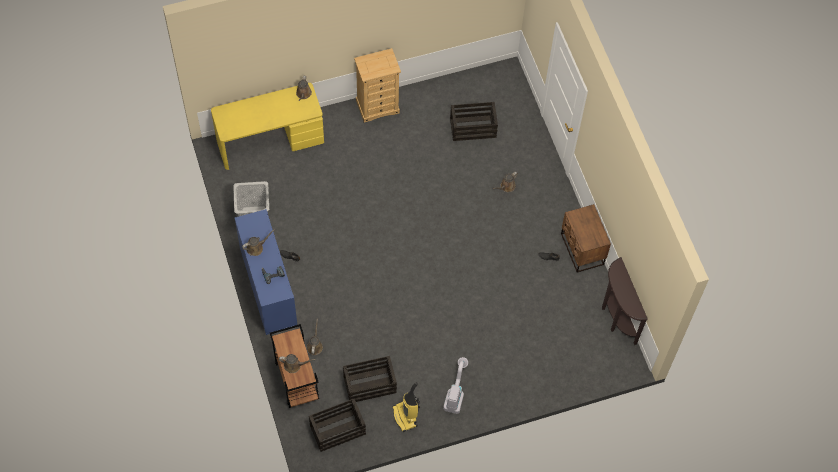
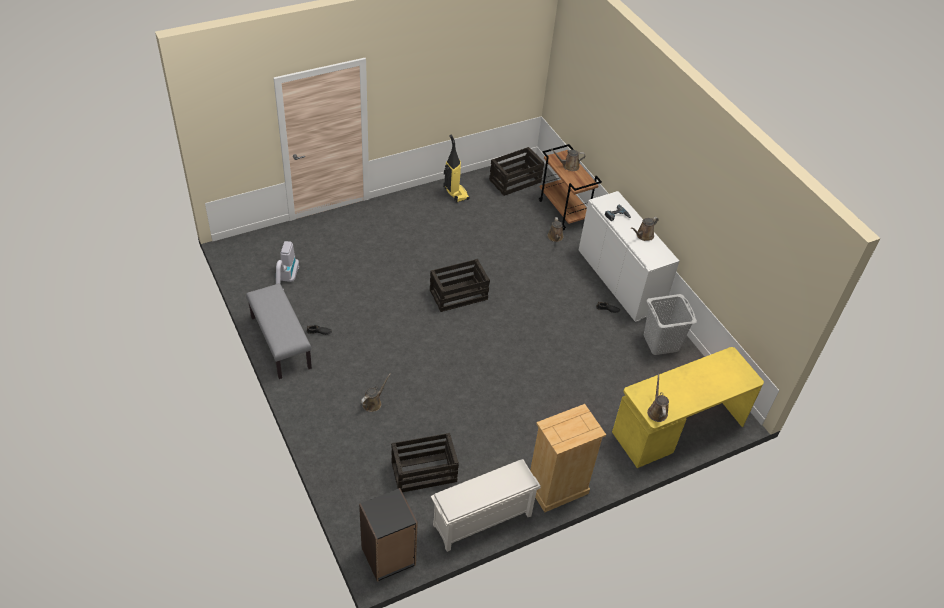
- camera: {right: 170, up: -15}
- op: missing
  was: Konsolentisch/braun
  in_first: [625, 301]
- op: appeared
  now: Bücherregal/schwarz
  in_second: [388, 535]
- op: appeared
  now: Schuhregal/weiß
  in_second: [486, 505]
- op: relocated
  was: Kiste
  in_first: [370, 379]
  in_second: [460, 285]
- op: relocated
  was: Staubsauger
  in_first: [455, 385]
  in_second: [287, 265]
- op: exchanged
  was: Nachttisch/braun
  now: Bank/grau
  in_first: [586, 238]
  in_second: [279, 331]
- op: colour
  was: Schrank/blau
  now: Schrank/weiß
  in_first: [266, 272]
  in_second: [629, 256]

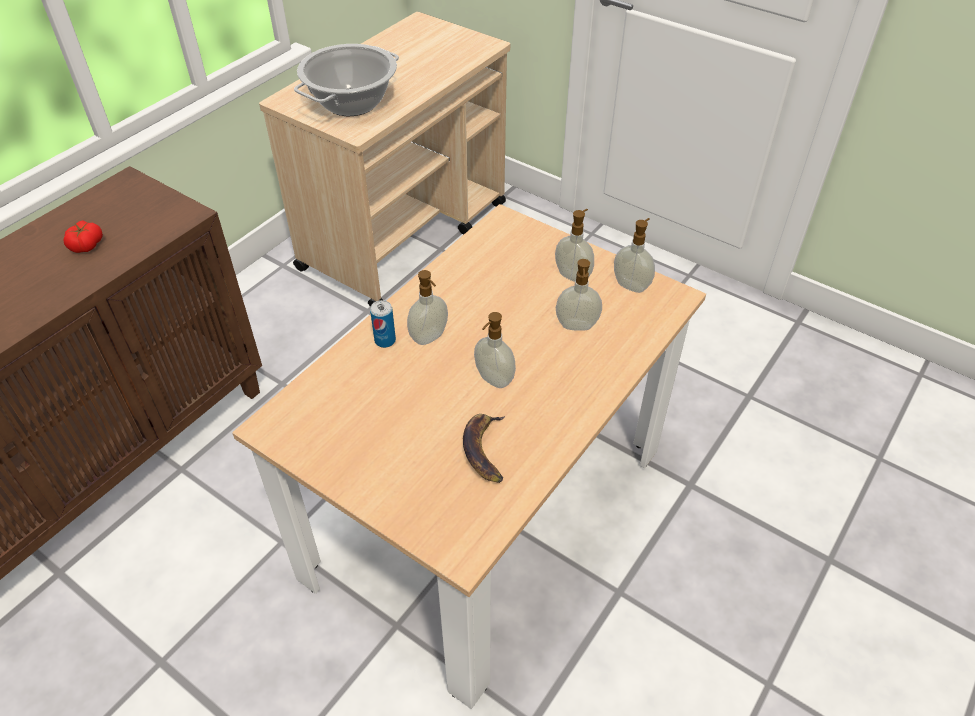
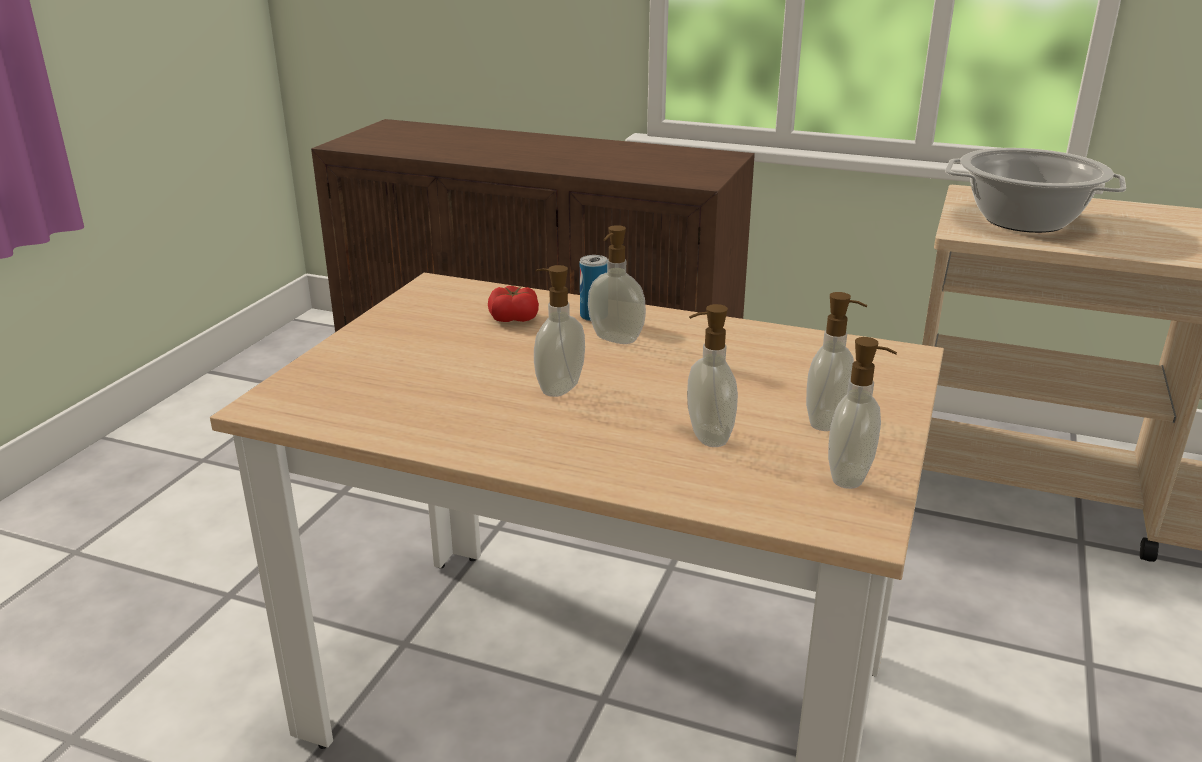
- camera: {right: 75, up: -20}
- op: missing
  was: Banane
  in_first: [484, 448]
- op: relocated
  was: Tomate
  in_first: [83, 236]
  in_second: [513, 304]

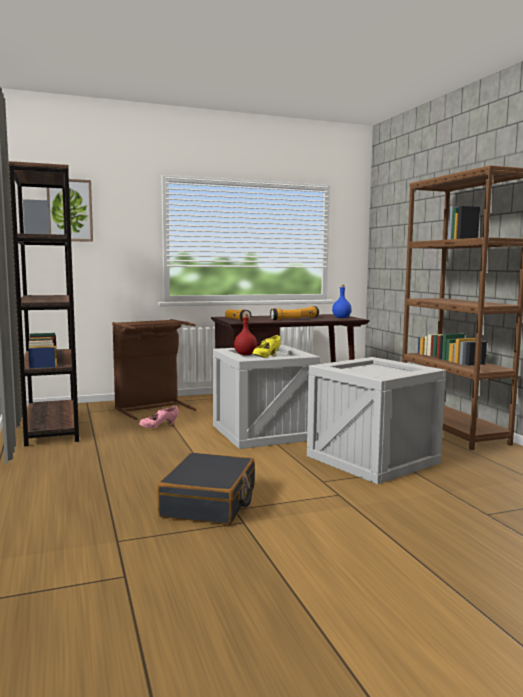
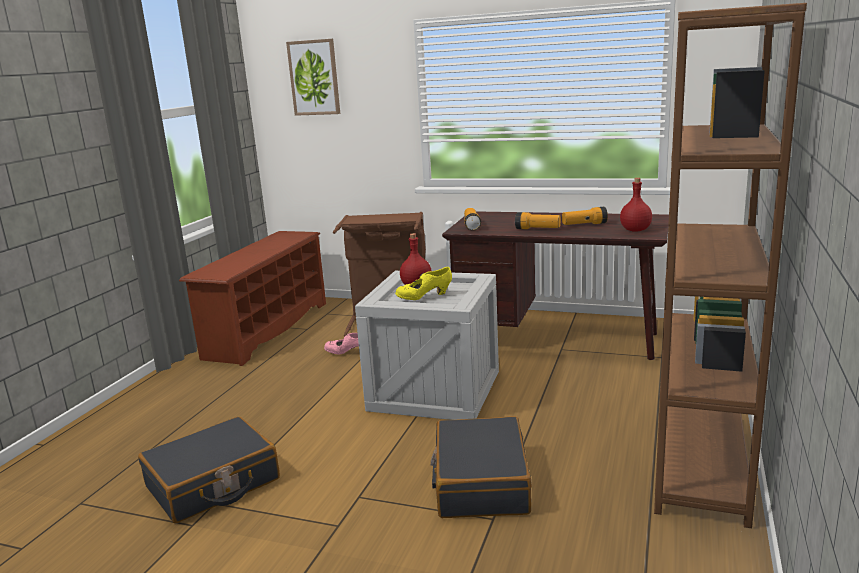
- camera: {right: 40, up: 10}
- op: exchanged
  was: Bücherregal/braun
  now: Schuhregal/braun
  in_first: [43, 303]
  in_second: [252, 298]
- op: exchanged
  was: Kiste
  now: Koffer/schwarz
  in_first: [376, 420]
  in_second: [481, 467]
- op: colour
  was: Flasche/blau
  now: Flasche/rot
  in_first: [342, 301]
  in_second: [636, 204]

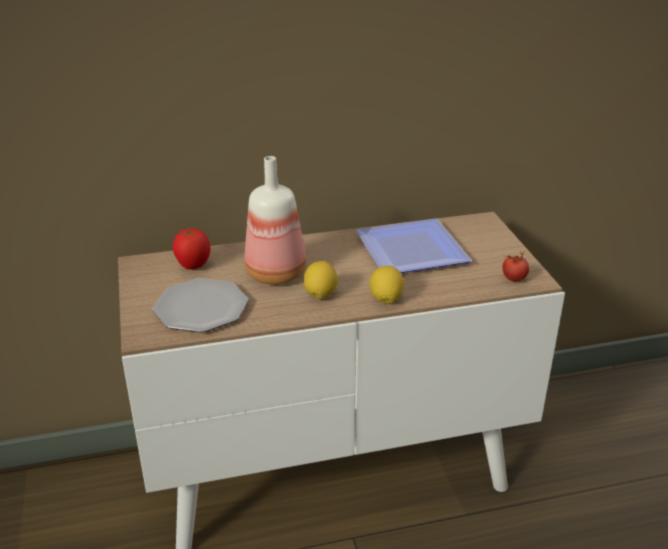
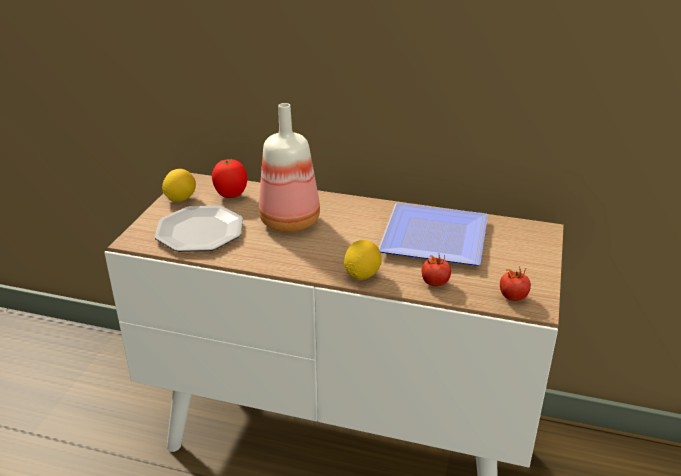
- camera: {right: 30, up: 0}
- op: appeared
  now: Tomate
  in_second: [436, 271]
- op: relocated
  was: Zitrone
  in_first: [321, 280]
  in_second: [179, 185]

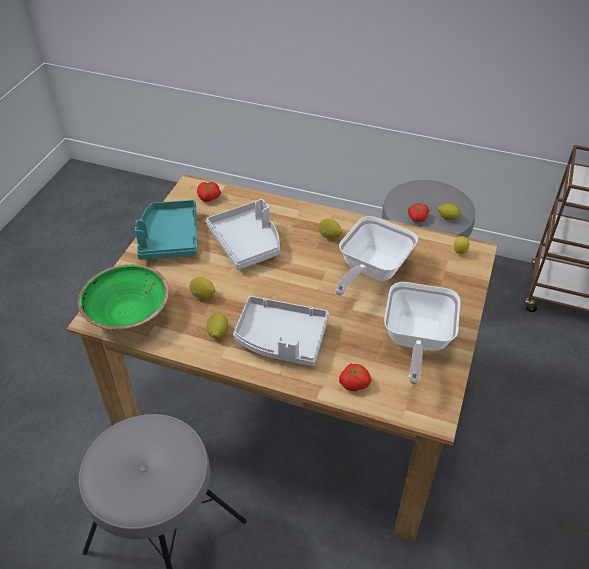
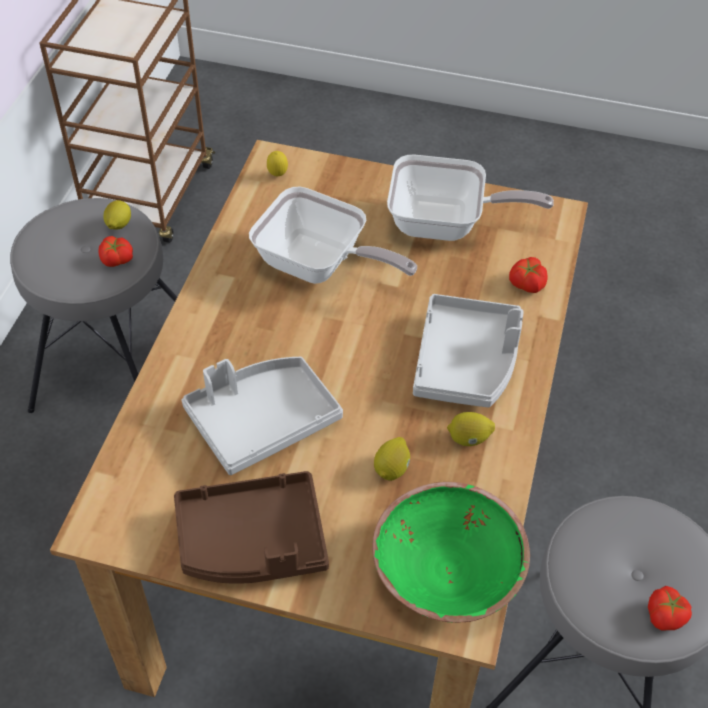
- camera: {right: -95, up: 5}
- op: missing
  was: Zitrone
  in_first: [330, 228]
- op: relocated
  was: Tomate
  in_first: [209, 192]
  in_second: [670, 608]
- op: colour
  was: Tablett/türkis
  now: Tablett/braun
  in_first: [166, 230]
  in_second: [251, 527]

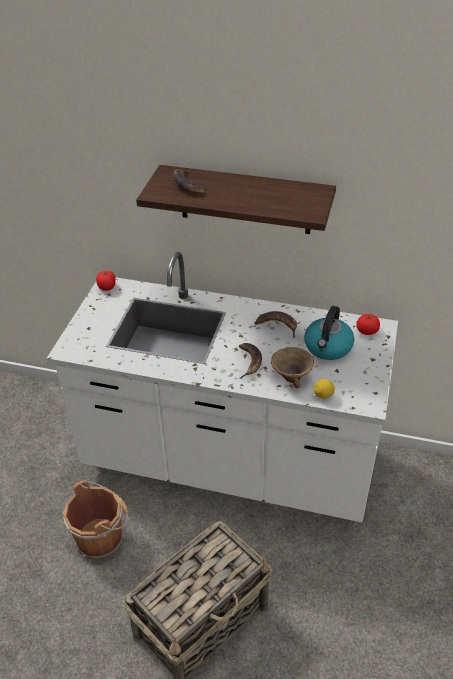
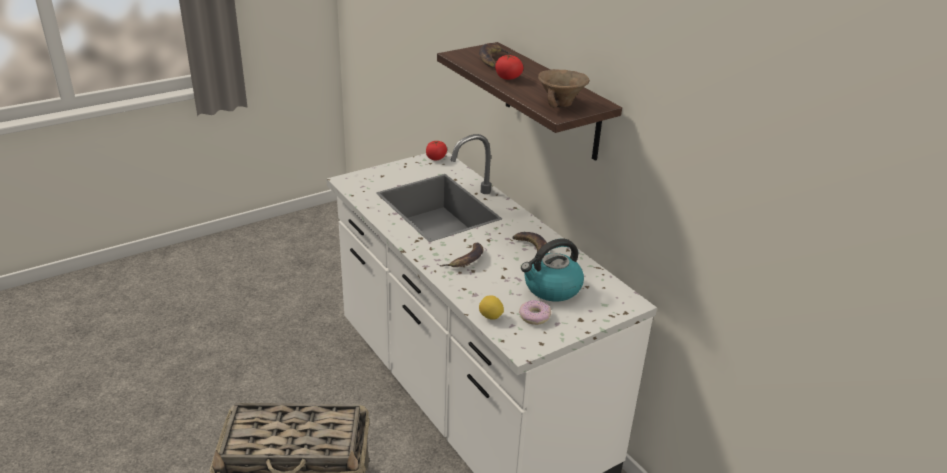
- camera: {right: 40, up: -10}
- op: missing
  was: Eimer/braun
  in_first: [95, 519]
- op: appeared
  now: Donut
  in_second: [535, 312]
- op: relocated
  was: Schüssel/braun
  in_first: [292, 367]
  in_second: [564, 88]
- op: relocated
  was: Tomate
  in_first: [368, 324]
  in_second: [509, 67]

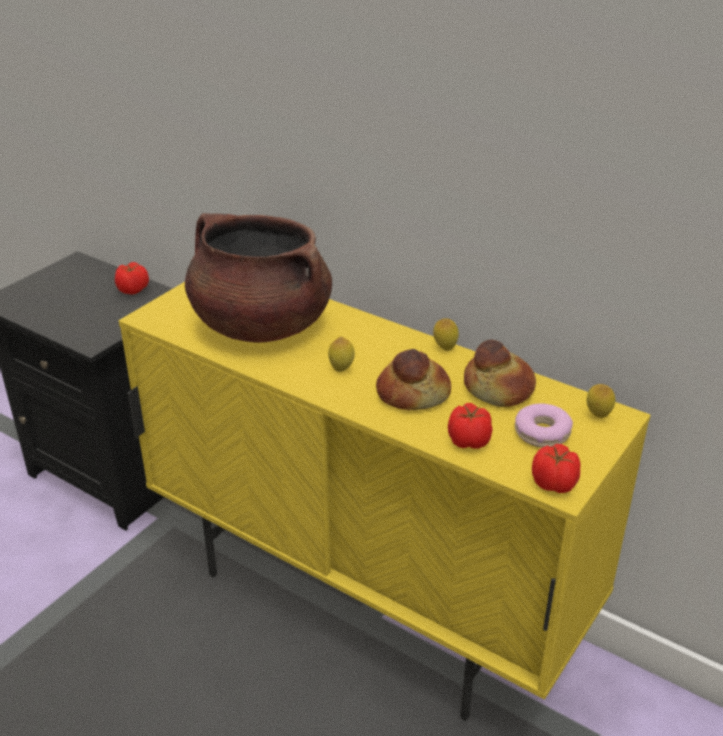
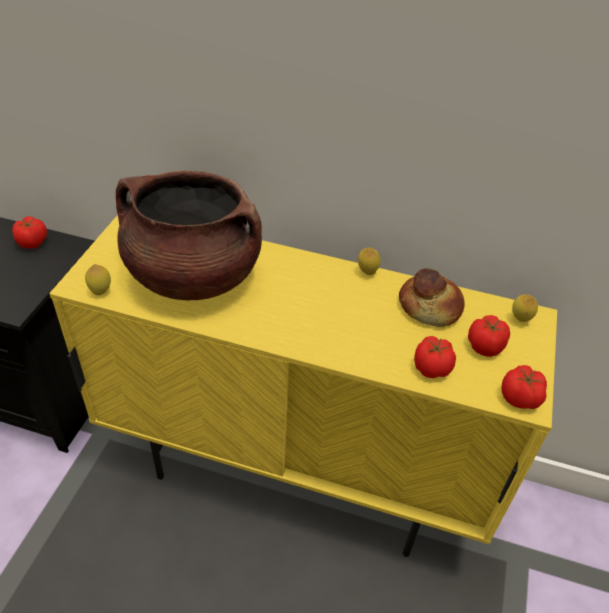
- camera: {right: -20, up: 10}
- op: missing
  was: Brot
  in_first: [413, 379]
- op: relocated
  was: Zitrone
  in_first: [341, 354]
  in_second: [98, 279]
- op: exchanged
  was: Donut
  now: Tomate
  in_first: [544, 425]
  in_second: [489, 336]

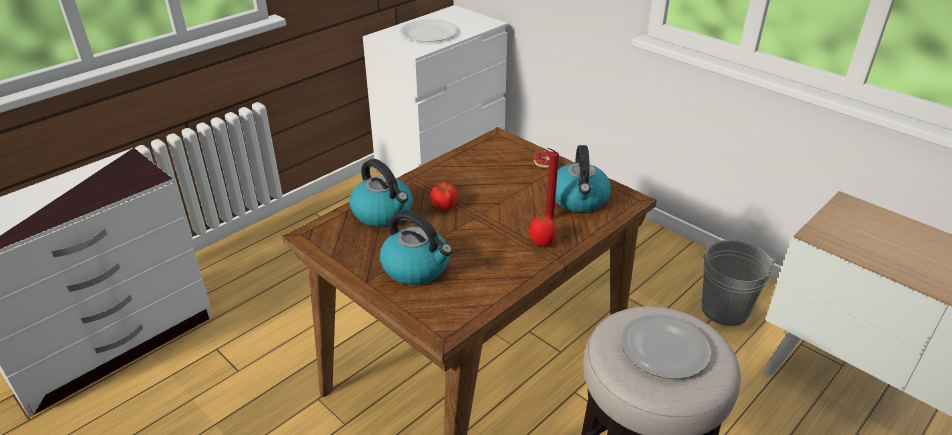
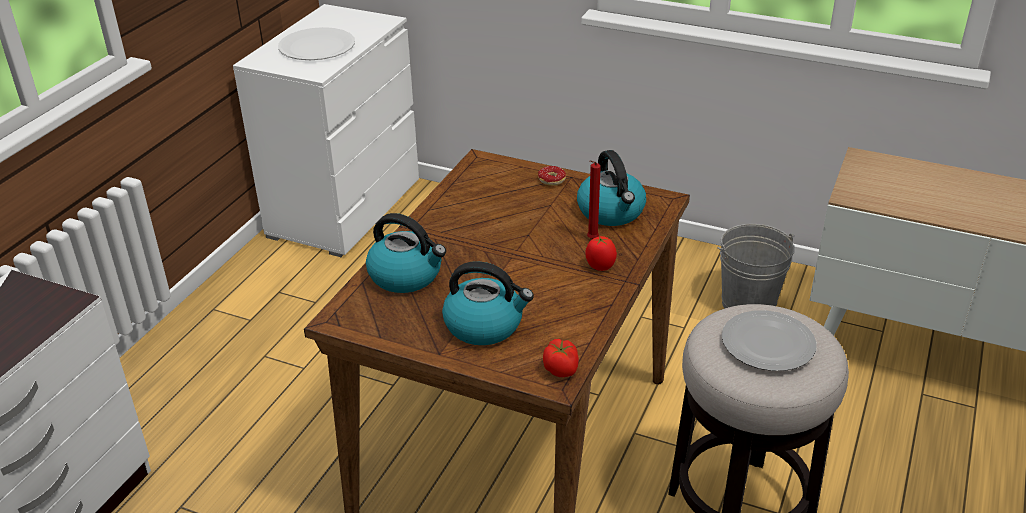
- camera: {right: -20, up: 0}
- op: relocated
  was: Tomate
  in_first: [444, 196]
  in_second: [561, 358]

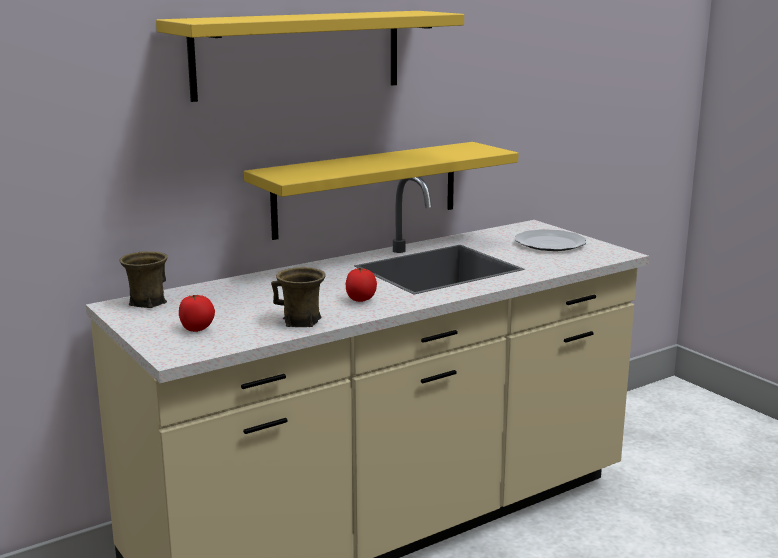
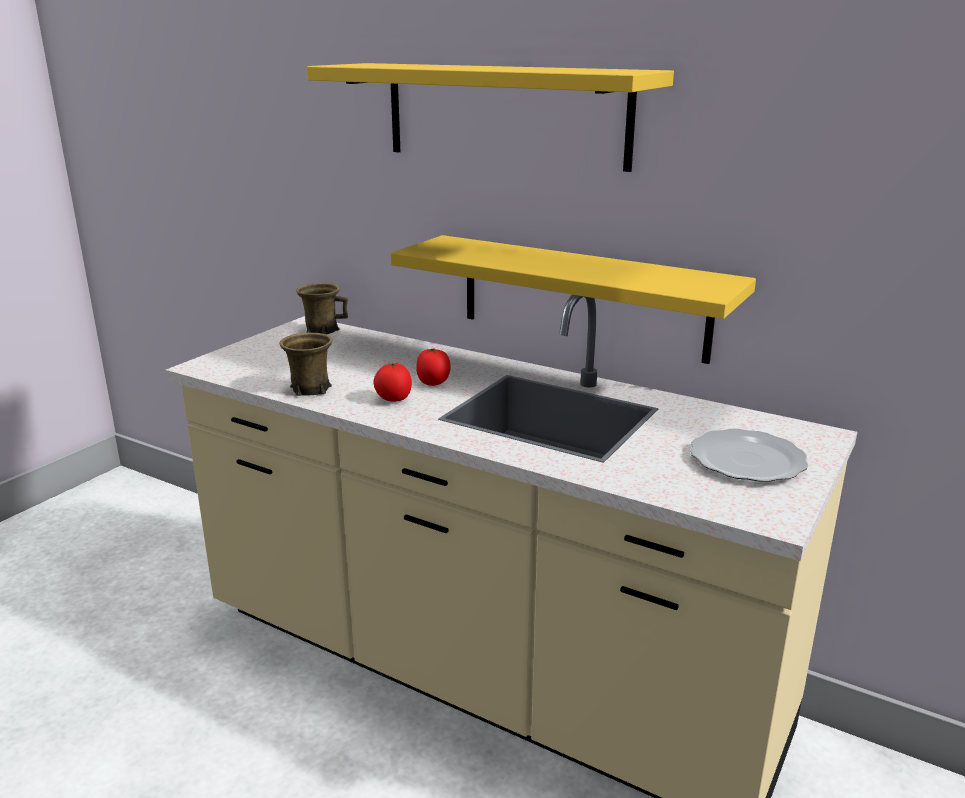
- camera: {right: 65, up: 5}
- op: relocated
  was: Tomate
  in_first: [197, 313]
  in_second: [433, 367]

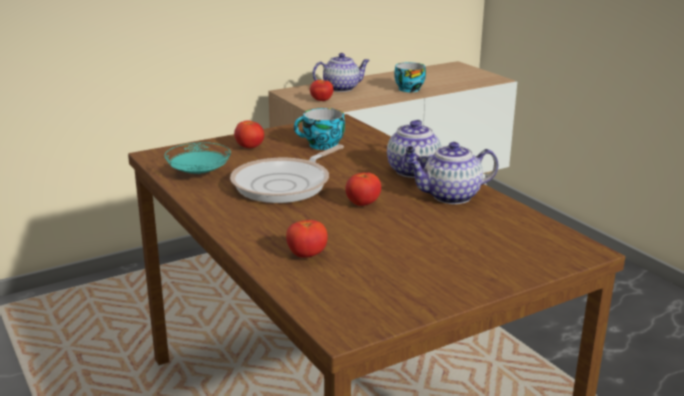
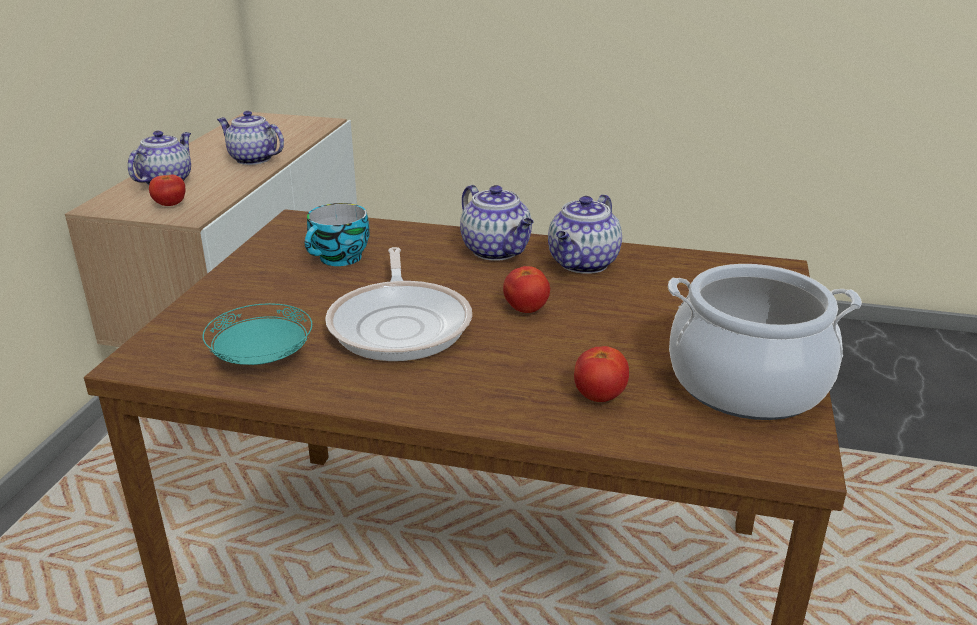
- camera: {right: -45, up: 5}
- op: missing
  was: Tomate
  in_first: [249, 134]
- op: appeared
  now: Kochtopf
  in_second: [765, 342]
- op: exchanged
  was: Tasse
  now: Teekanne
  in_first: [410, 77]
  in_second: [250, 138]

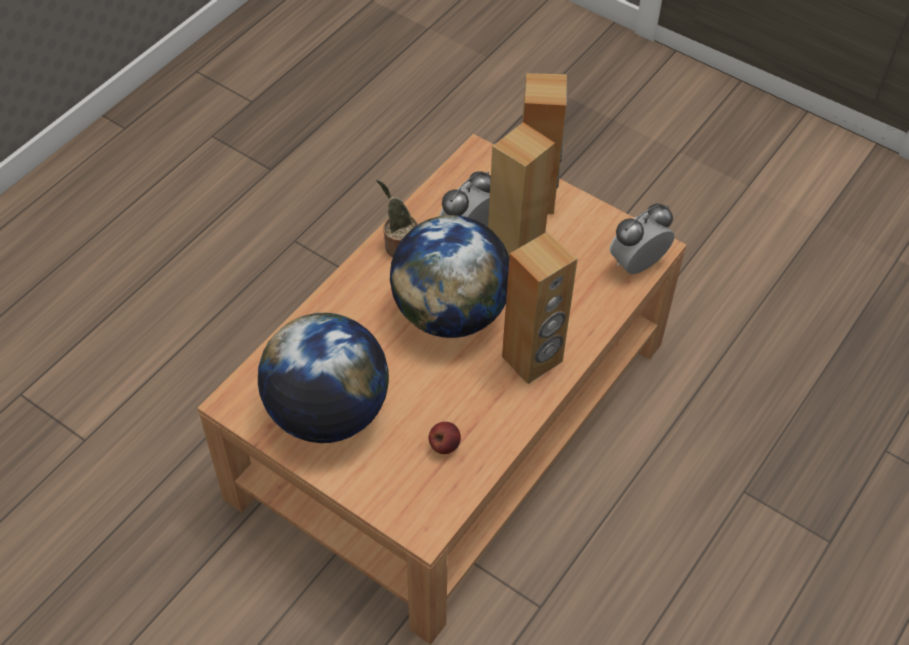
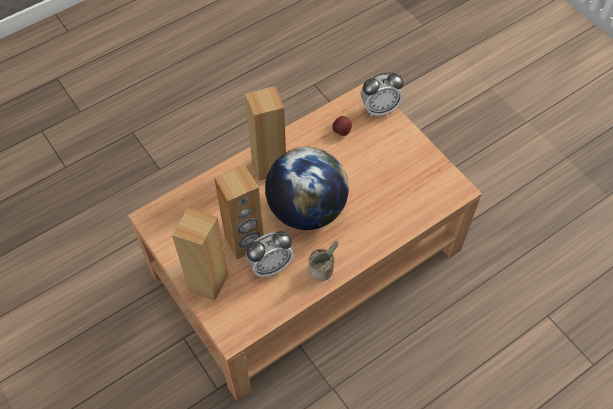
- camera: {right: -160, up: 5}
- op: missing
  was: Globus
  in_first: [323, 378]
- op: relocated
  was: Wecker
  in_first: [642, 239]
  in_second: [382, 94]

